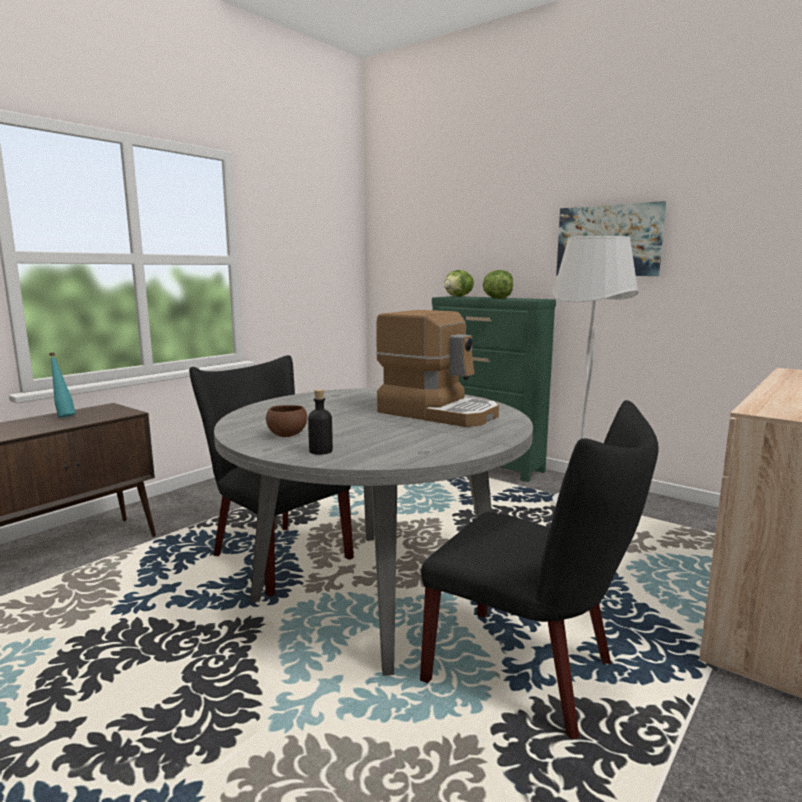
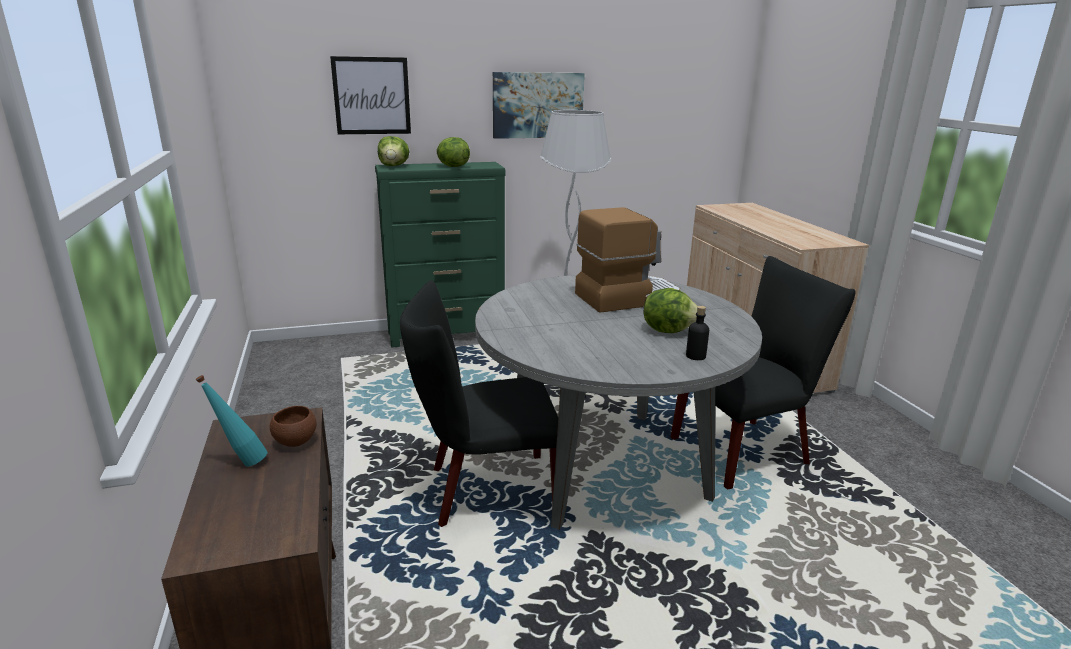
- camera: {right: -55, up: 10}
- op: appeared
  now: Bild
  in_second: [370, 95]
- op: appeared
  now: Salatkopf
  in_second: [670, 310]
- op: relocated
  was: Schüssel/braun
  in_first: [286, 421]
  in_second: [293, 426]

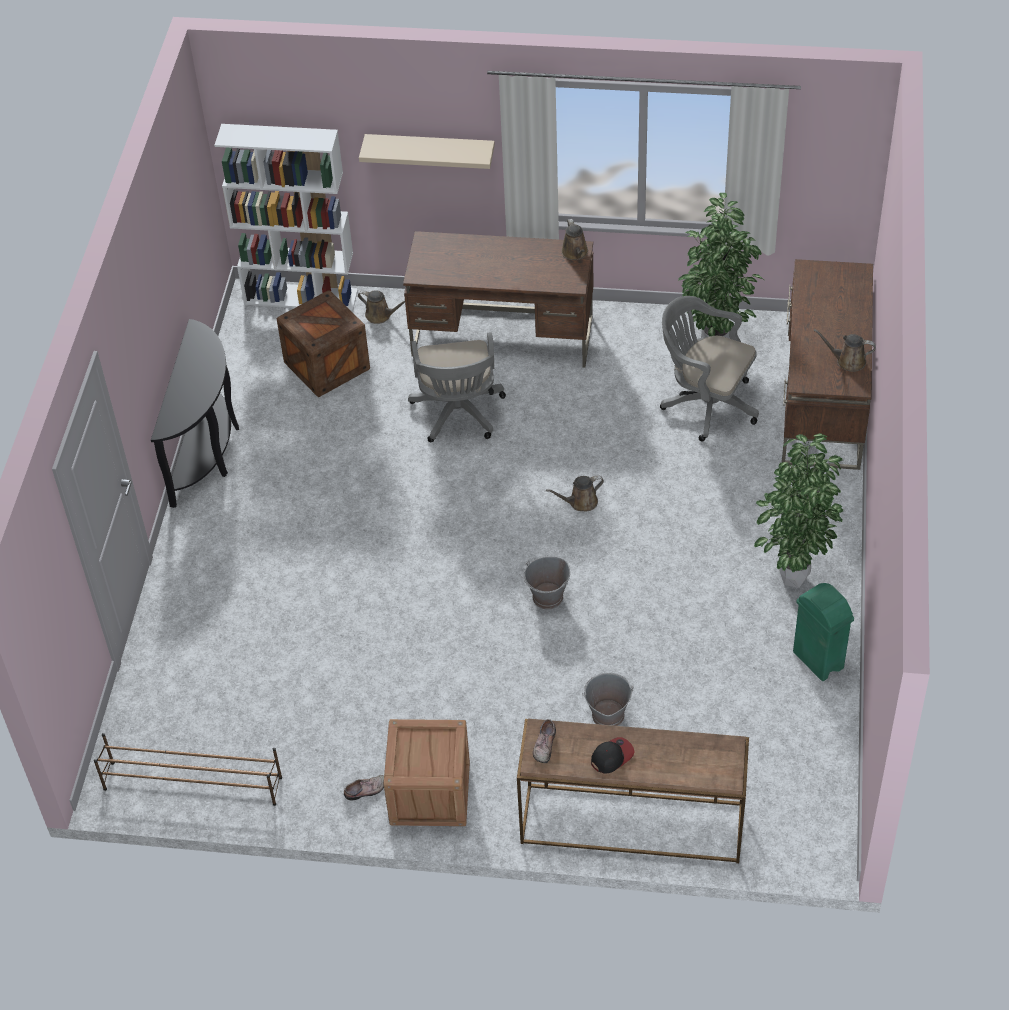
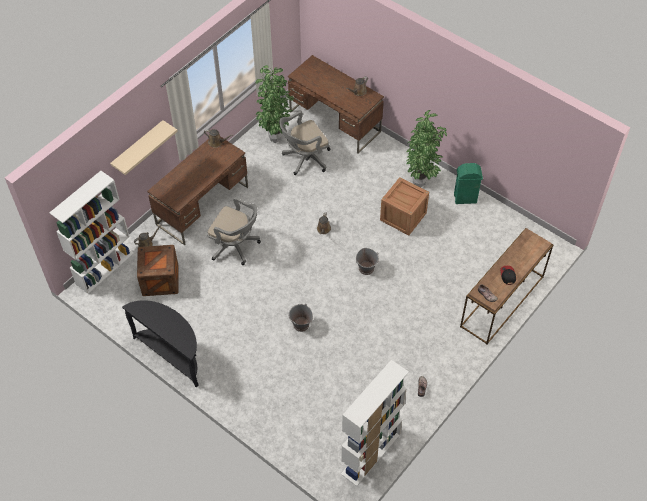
- camera: {right: -60, up: 5}
- op: relocated
  was: Kiste
  in_first: [426, 772]
  in_second: [404, 206]
- op: relocated
  was: Eimer/grau
  in_first: [608, 699]
  in_second: [300, 318]
- op: exchanged
  was: Schuhregal/braun
  now: Bücherregal/weiß
  in_first: [188, 769]
  in_second: [375, 423]

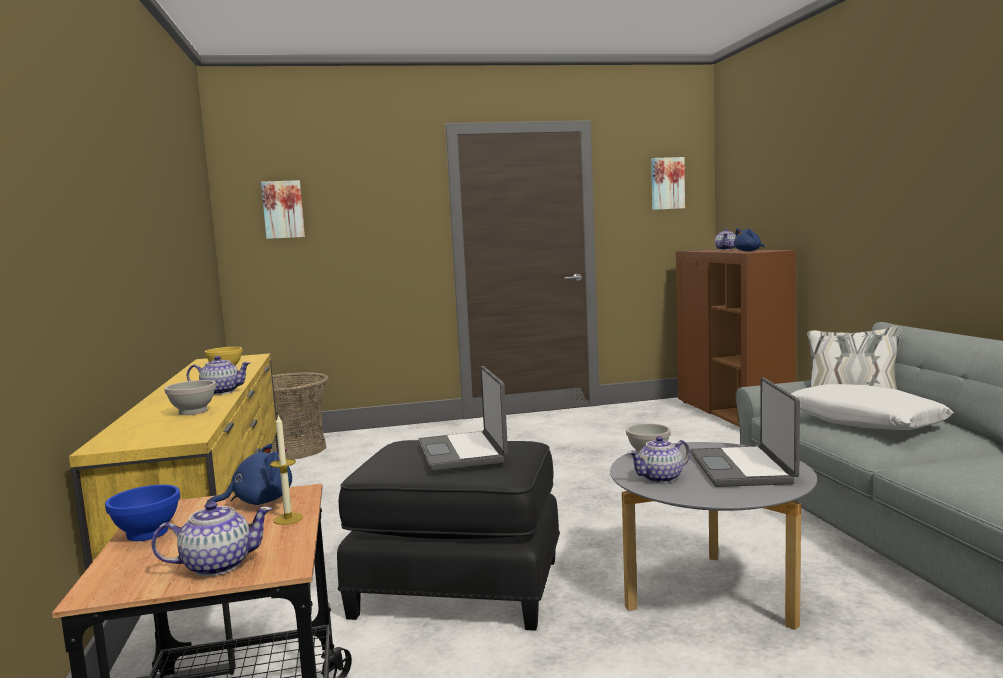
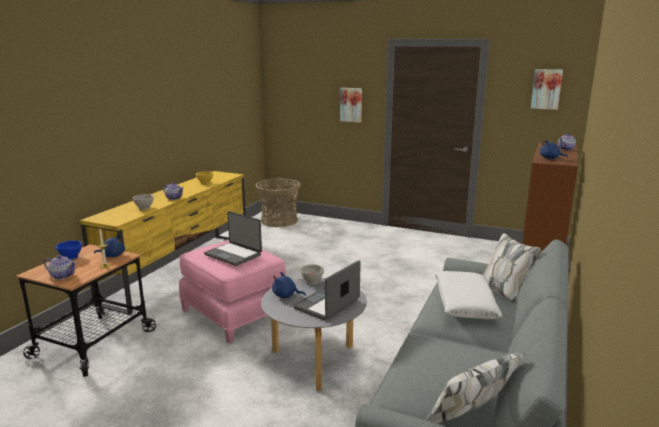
- camera: {right: 35, up: 10}
- op: relocated
  was: Bild
  in_first: [283, 209]
  in_second: [351, 105]
- op: exchanged
  was: Teekanne
  now: Plüschtier/blau
  in_first: [659, 459]
  in_second: [289, 285]
- op: colour
  was: Polsterhocker/schwarz
  now: Polsterhocker/rosa
  in_first: [448, 535]
  in_second: [232, 291]
- op: spun
  was: Laptop
  in_first: [463, 418]
  in_second: [233, 238]
  clockwise: -75

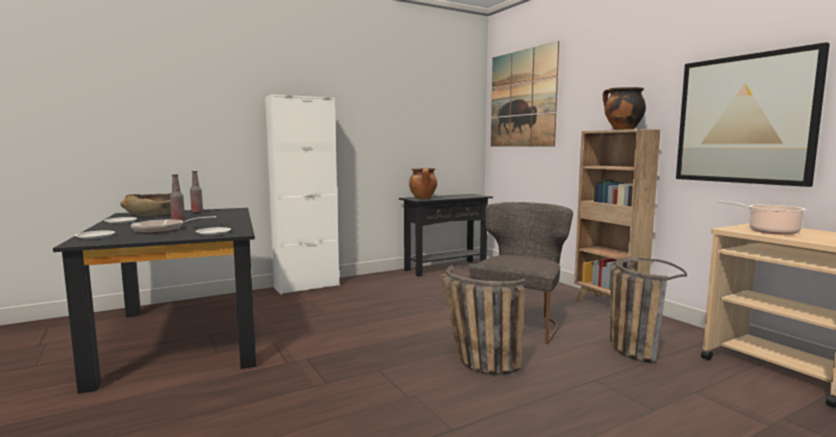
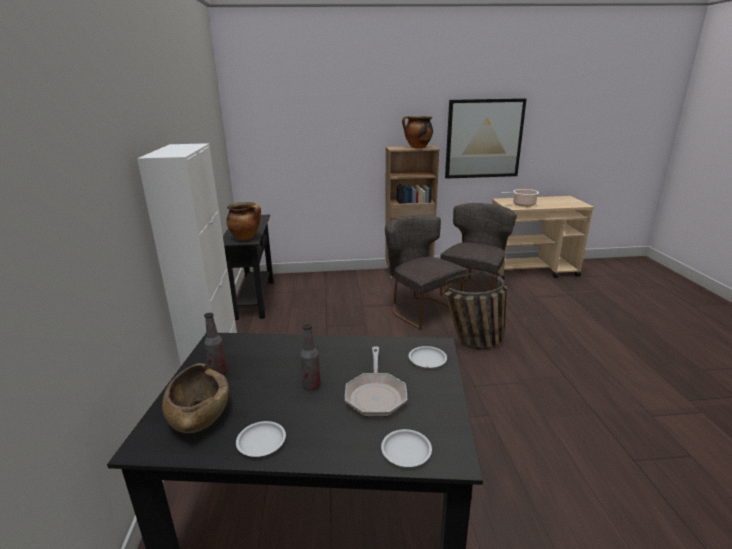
- camera: {right: -65, up: 15}
- op: missing
  was: Bild
  in_first: [525, 94]
- op: exchanged
  was: Korb
  now: Stuhl/grau
  in_first: [648, 309]
  in_second: [478, 249]

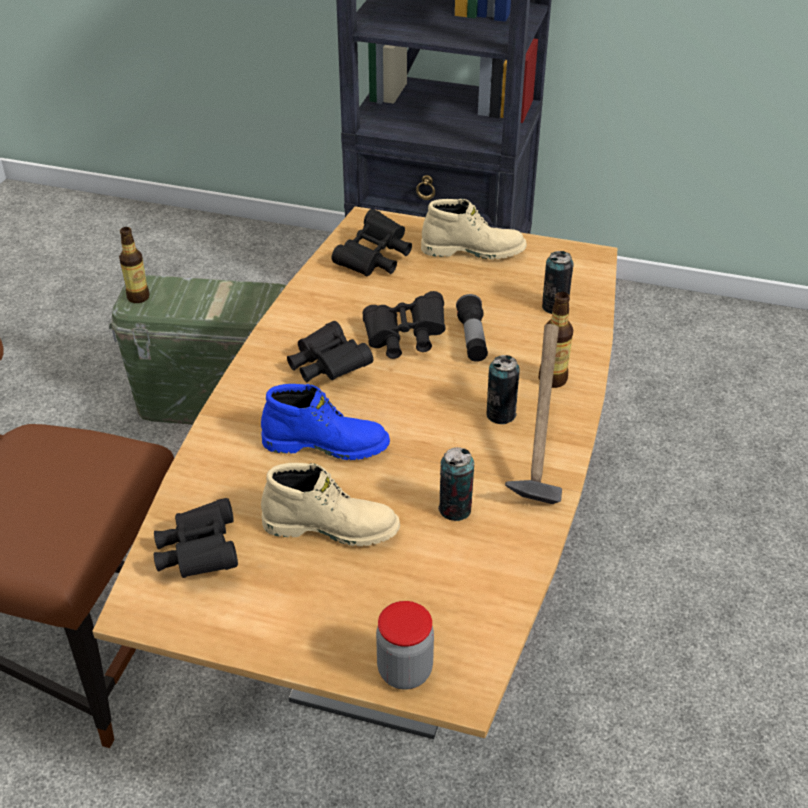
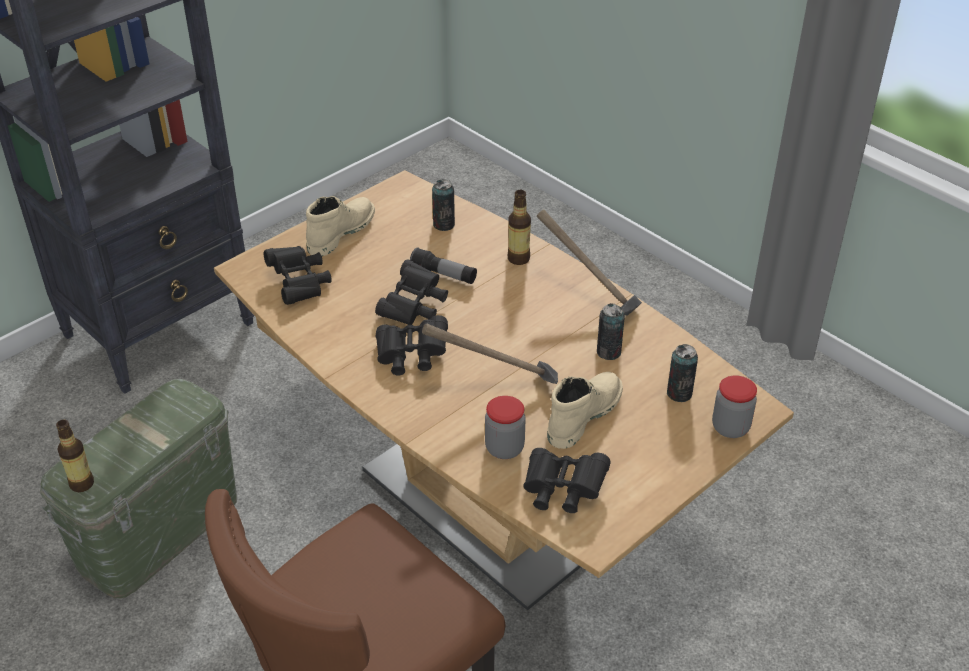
- camera: {right: -60, up: 0}
- op: appeared
  now: Vorratsglas
  in_second: [505, 427]
- op: relocated
  was: Dose
  in_first: [503, 389]
  in_second: [682, 373]
- op: exchanged
  was: Stiefel/blau
  now: Hammer
  in_first: [325, 422]
  in_second: [490, 353]

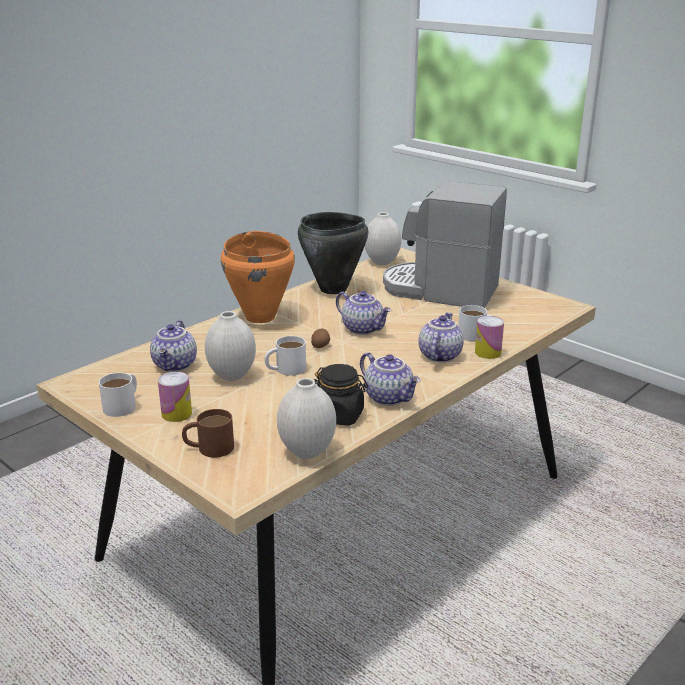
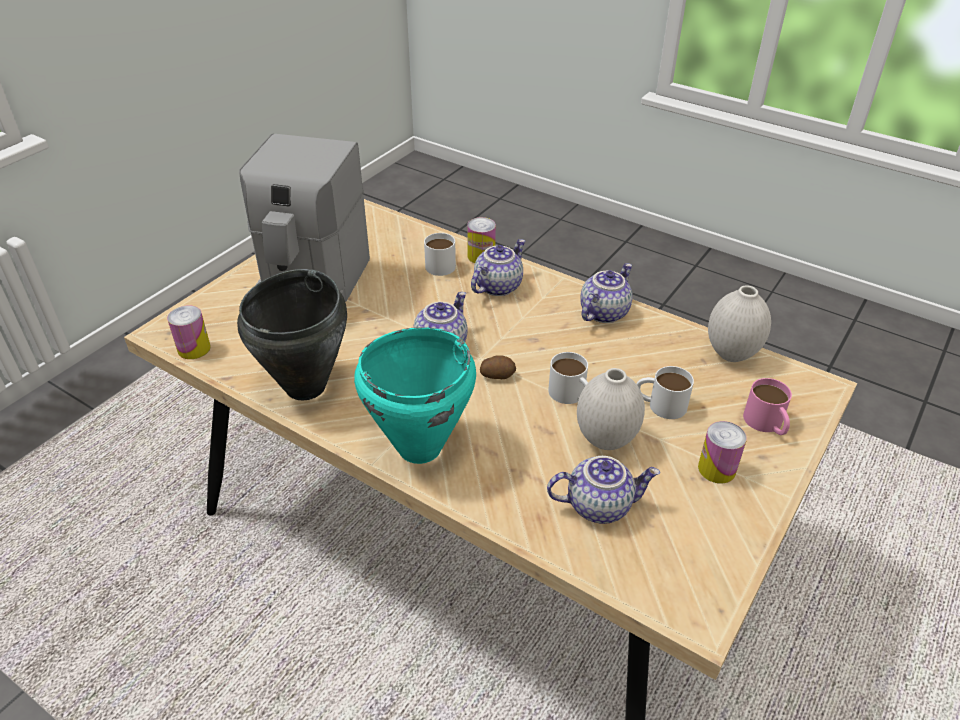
- camera: {right: -100, up: 15}
- op: missing
  was: Vorratsglas/schwarz
  in_first: [341, 395]
- op: relocated
  was: Henkelbecher/weiß
  in_first: [118, 395]
  in_second: [665, 392]
- op: exchanged
  was: Vase/weiß
  now: Dose
  in_first: [383, 238]
  in_second: [189, 332]
- op: colour
  was: Henkelbecher/braun
  now: Henkelbecher/rosa
  in_first: [208, 433]
  in_second: [767, 406]
- op: colour
  was: Kochtopf/orange
  now: Kochtopf/türkis
  in_first: [258, 277]
  in_second: [415, 395]
- op: spun
  was: Teekanne
  in_first: [441, 337]
  in_second: [498, 267]
  clockwise: 120

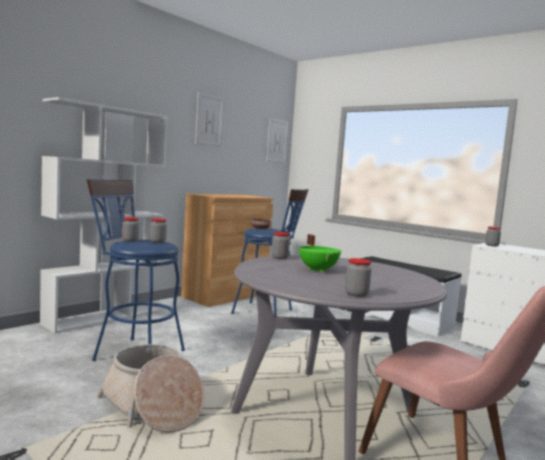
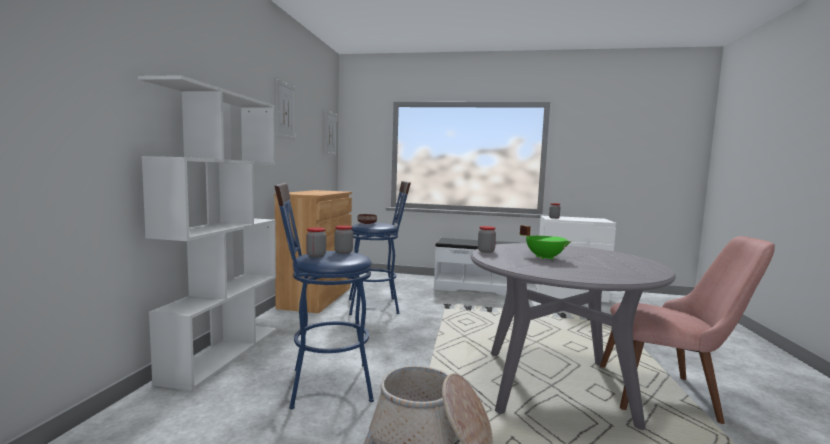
- camera: {right: -30, up: 0}
- op: missing
  was: Vorratsglas
  in_first: [358, 277]

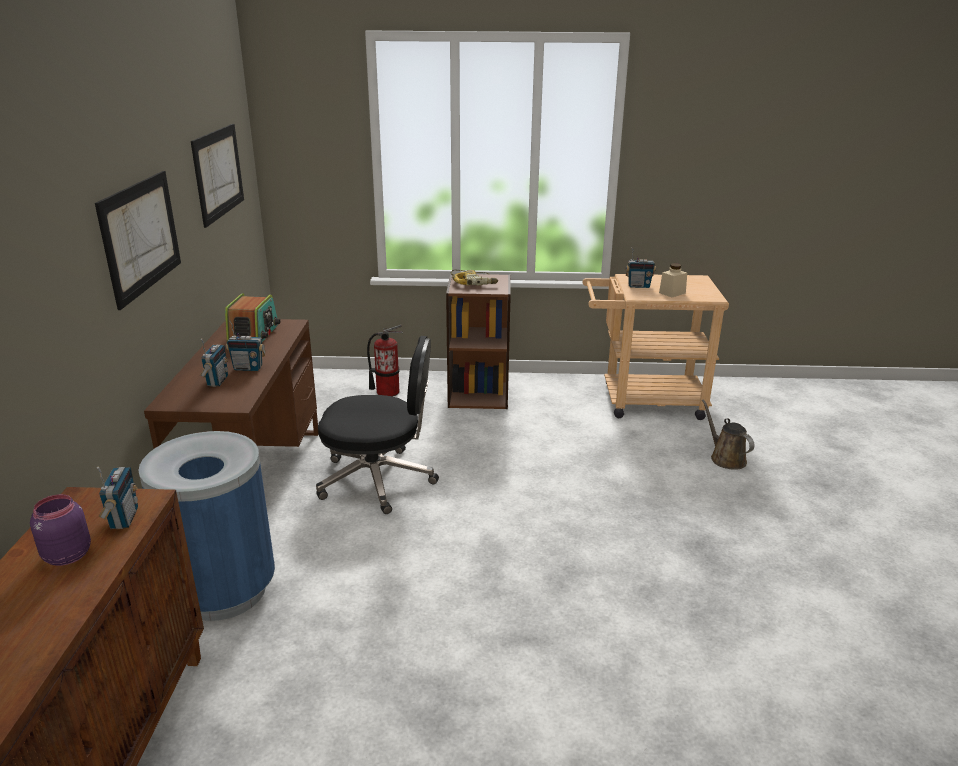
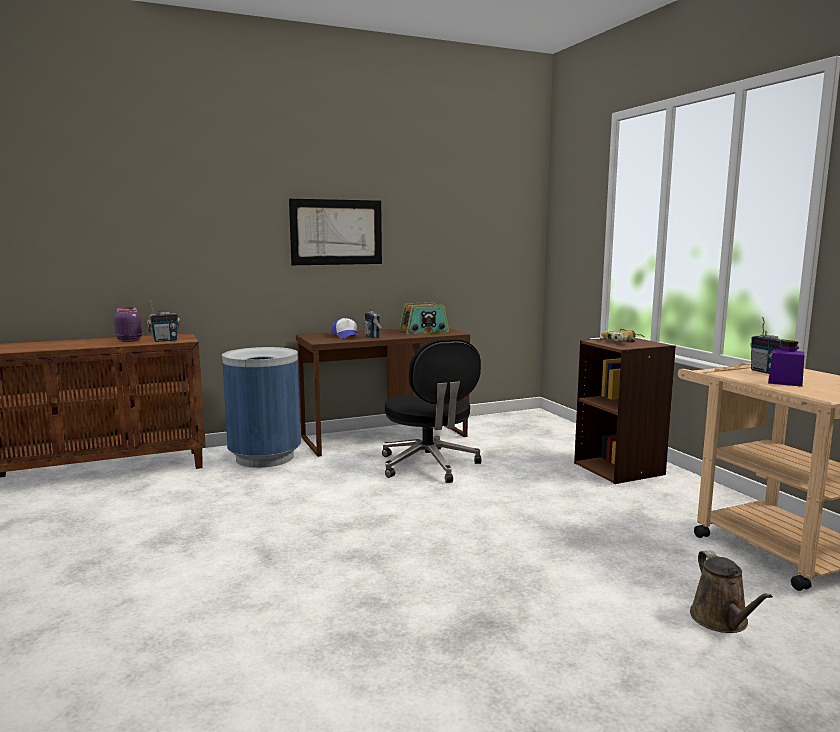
- camera: {right: 65, up: -15}
- op: missing
  was: Bild
  in_first: [217, 176]
- op: missing
  was: Feuerlöscher
  in_first: [385, 361]
- op: exchanged
  was: Radio
  now: Kappe
  in_first: [214, 362]
  in_second: [345, 328]
- op: colour
  was: Vorratsglas/beige
  now: Vorratsglas/lila
  in_first: [673, 280]
  in_second: [786, 363]
- op: spun
  was: Gießkanne/braun
  in_first: [728, 434]
  in_second: [731, 591]
  clockwise: 135

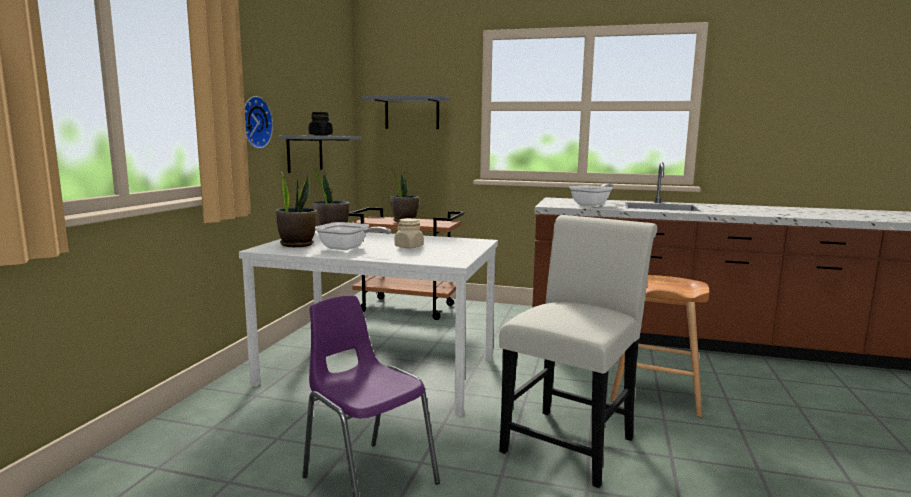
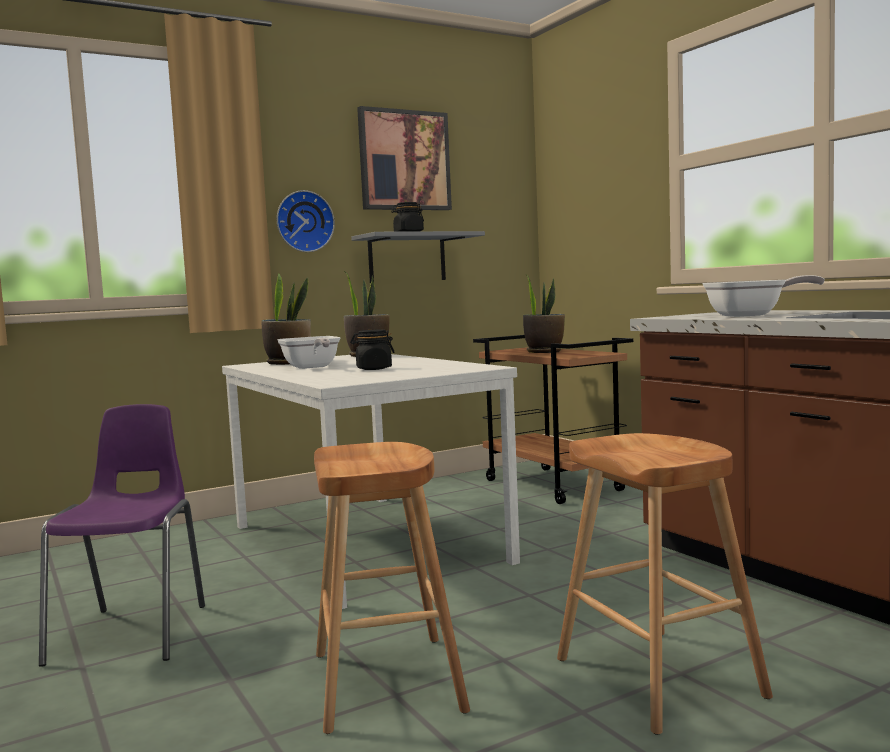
- camera: {right: 45, up: -5}
- op: missing
  was: Wandregal/grau
  in_first: [405, 112]
- op: appeared
  now: Bild
  in_second: [404, 158]
- op: exchanged
  was: Stuhl/weiß
  now: Hocker/braun
  in_first: [578, 351]
  in_second: [392, 588]
- op: colour
  was: Vorratsglas/beige
  now: Vorratsglas/schwarz
  in_first: [409, 233]
  in_second: [372, 349]

